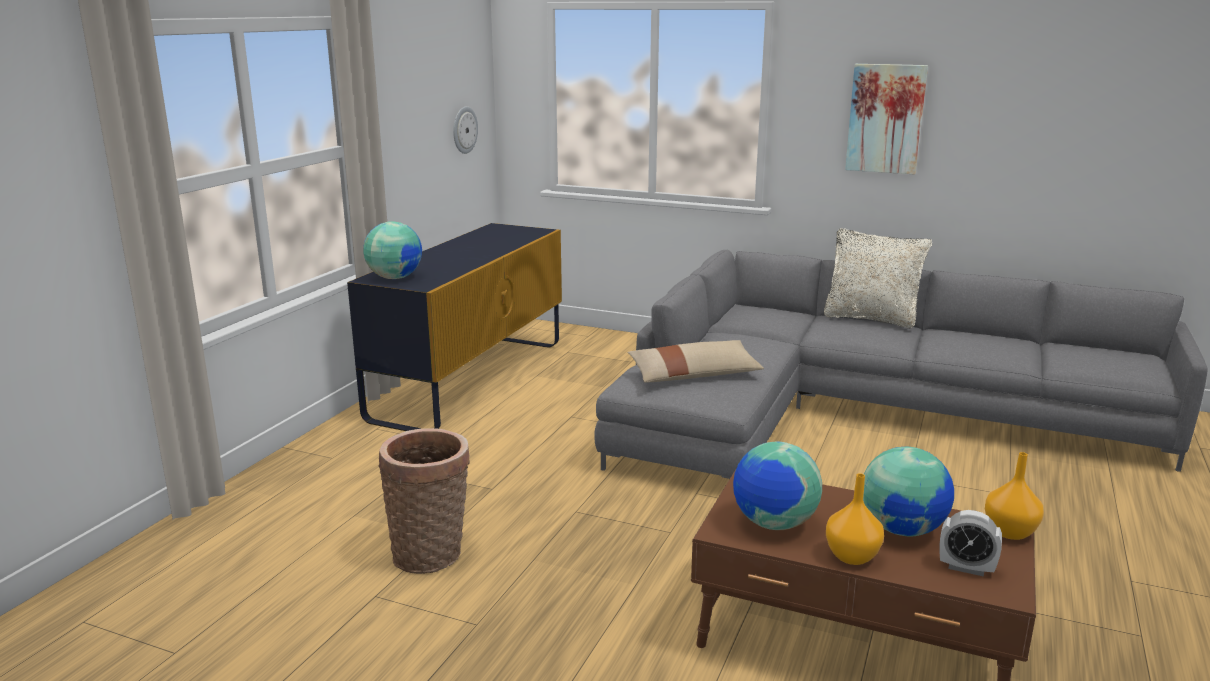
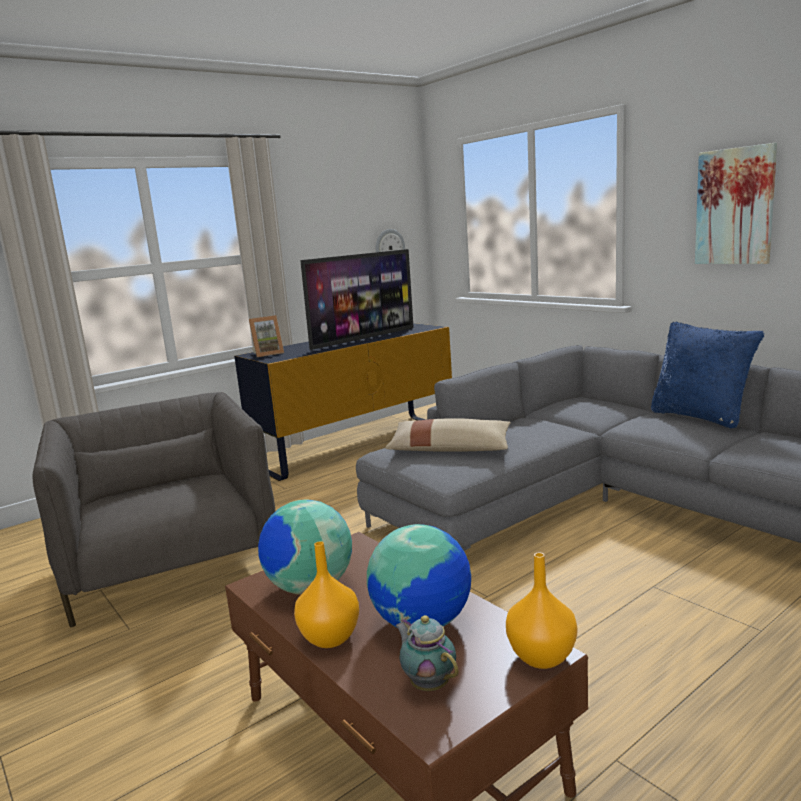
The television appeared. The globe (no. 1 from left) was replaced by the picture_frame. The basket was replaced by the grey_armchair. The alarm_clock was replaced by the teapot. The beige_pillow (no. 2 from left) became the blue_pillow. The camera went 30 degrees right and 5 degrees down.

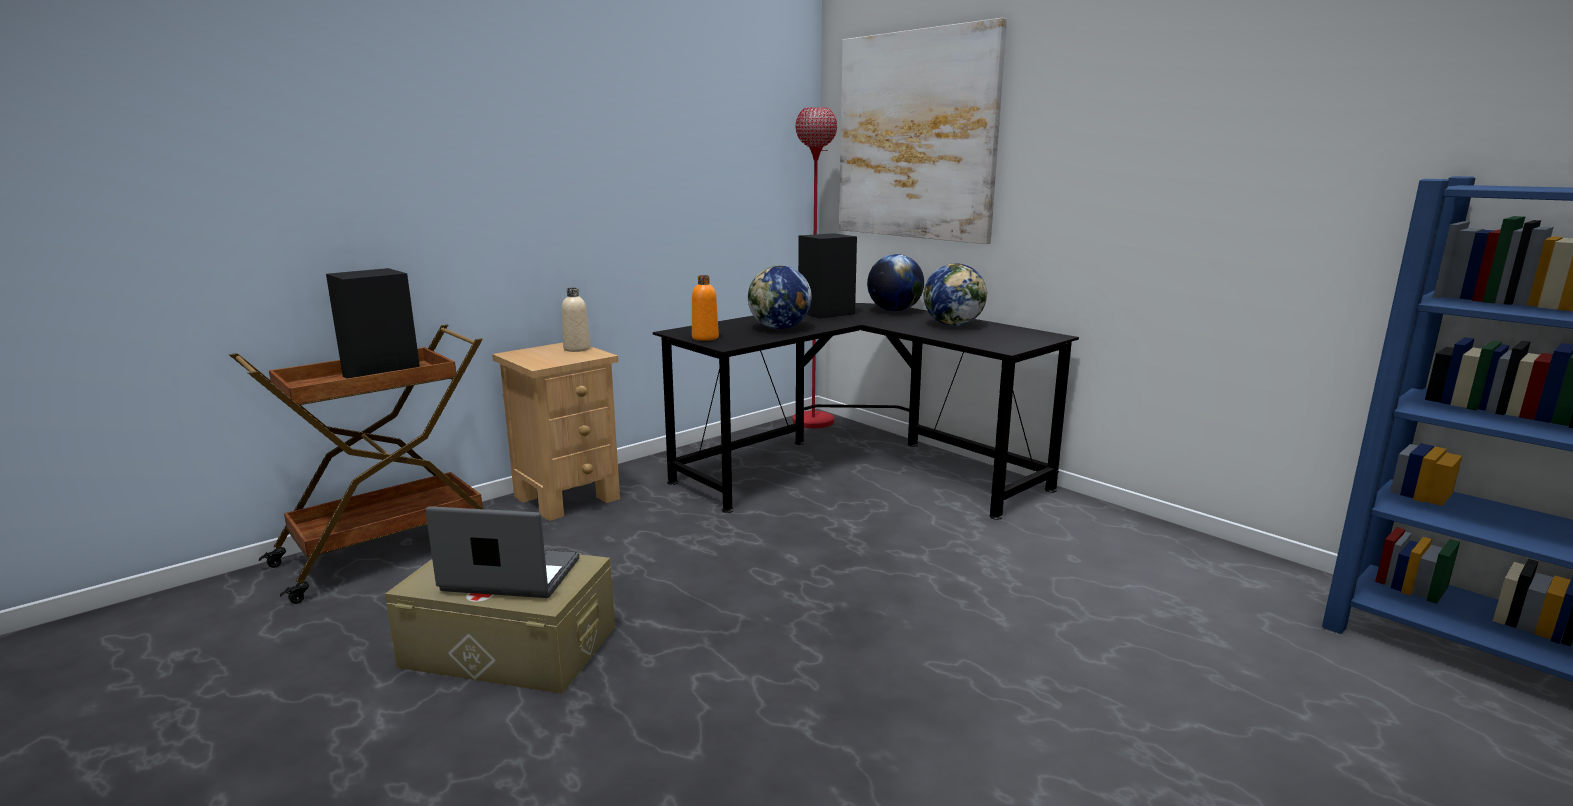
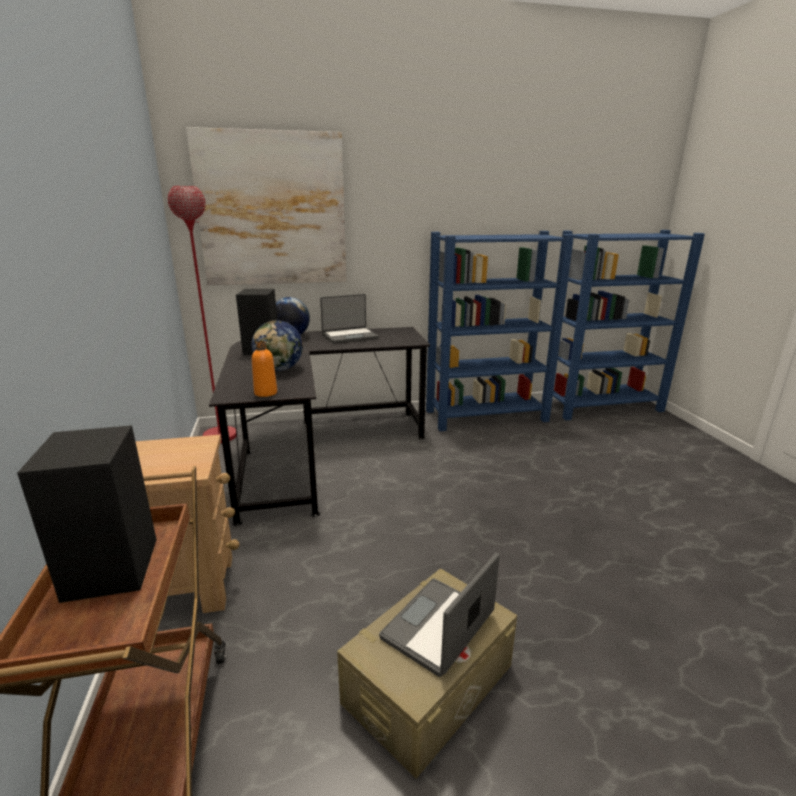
The beige_bottle disappeared. The blue_bookcase (no. 1 from left) appeared. The globe (no. 3 from left) was replaced by the laptop (no. 1 from left). The camera went 60 degrees left and 5 degrees up.

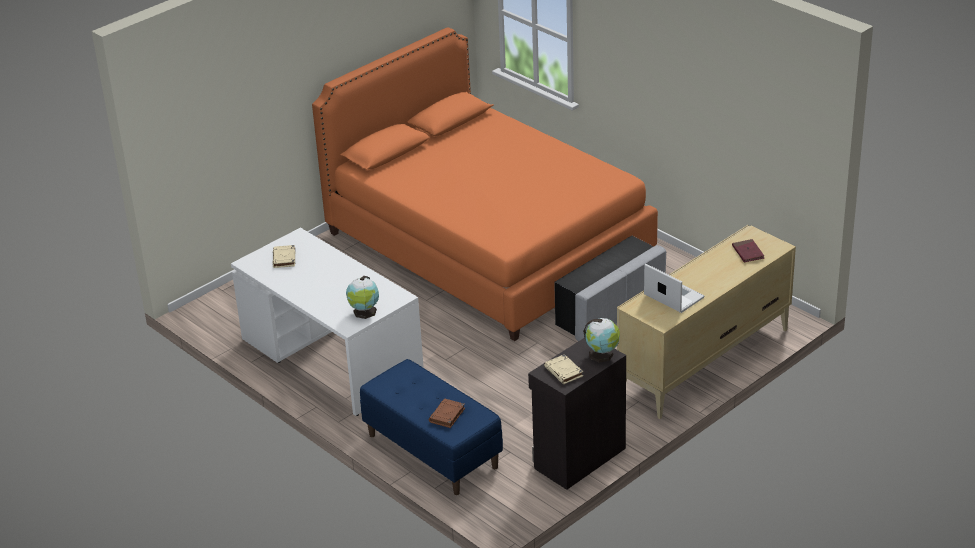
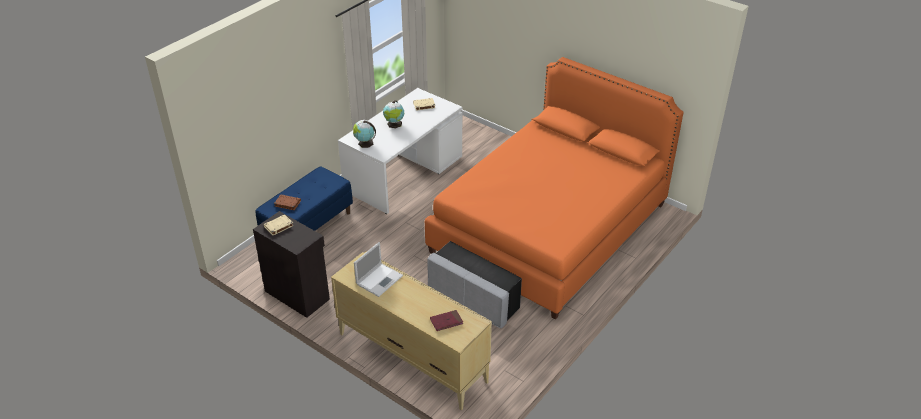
The globe (no. 2 from left) moved. The camera went 80 degrees right and 5 degrees up.

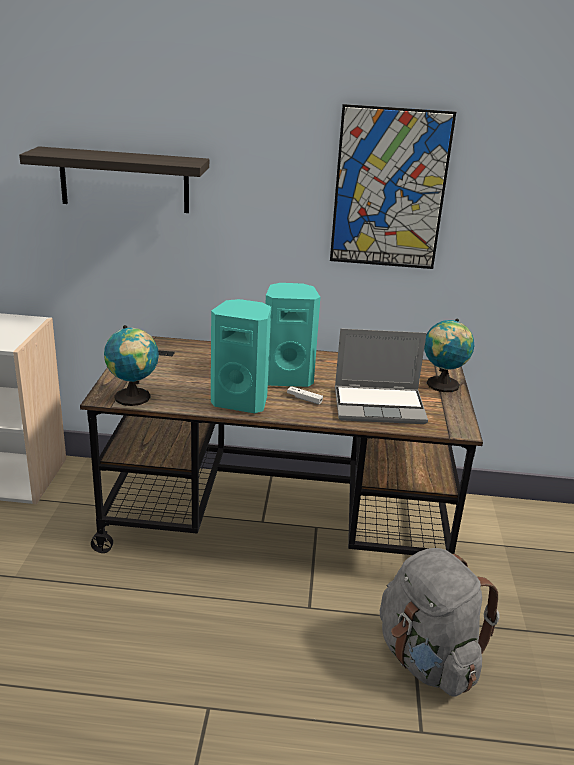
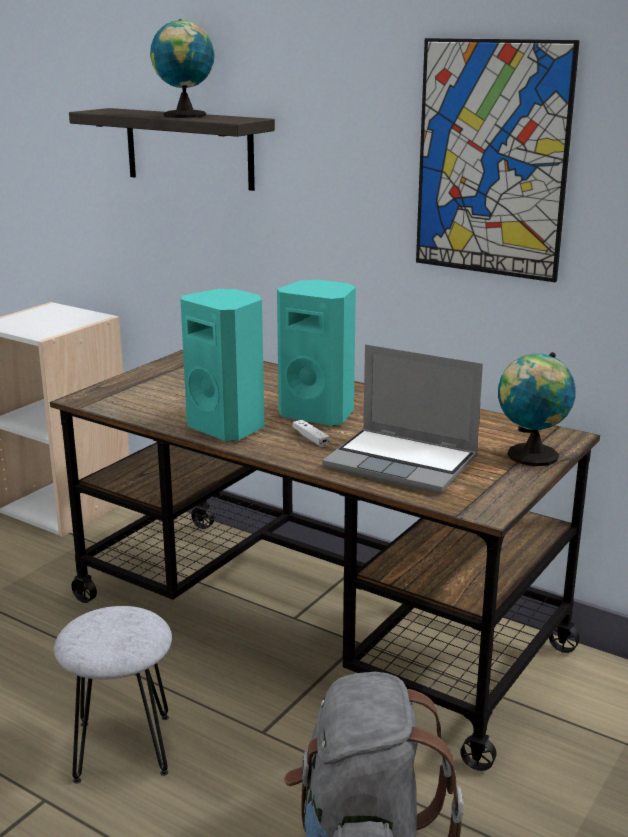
The grey_stool appeared. The globe (no. 1 from left) moved. The camera went 30 degrees right and 5 degrees down.

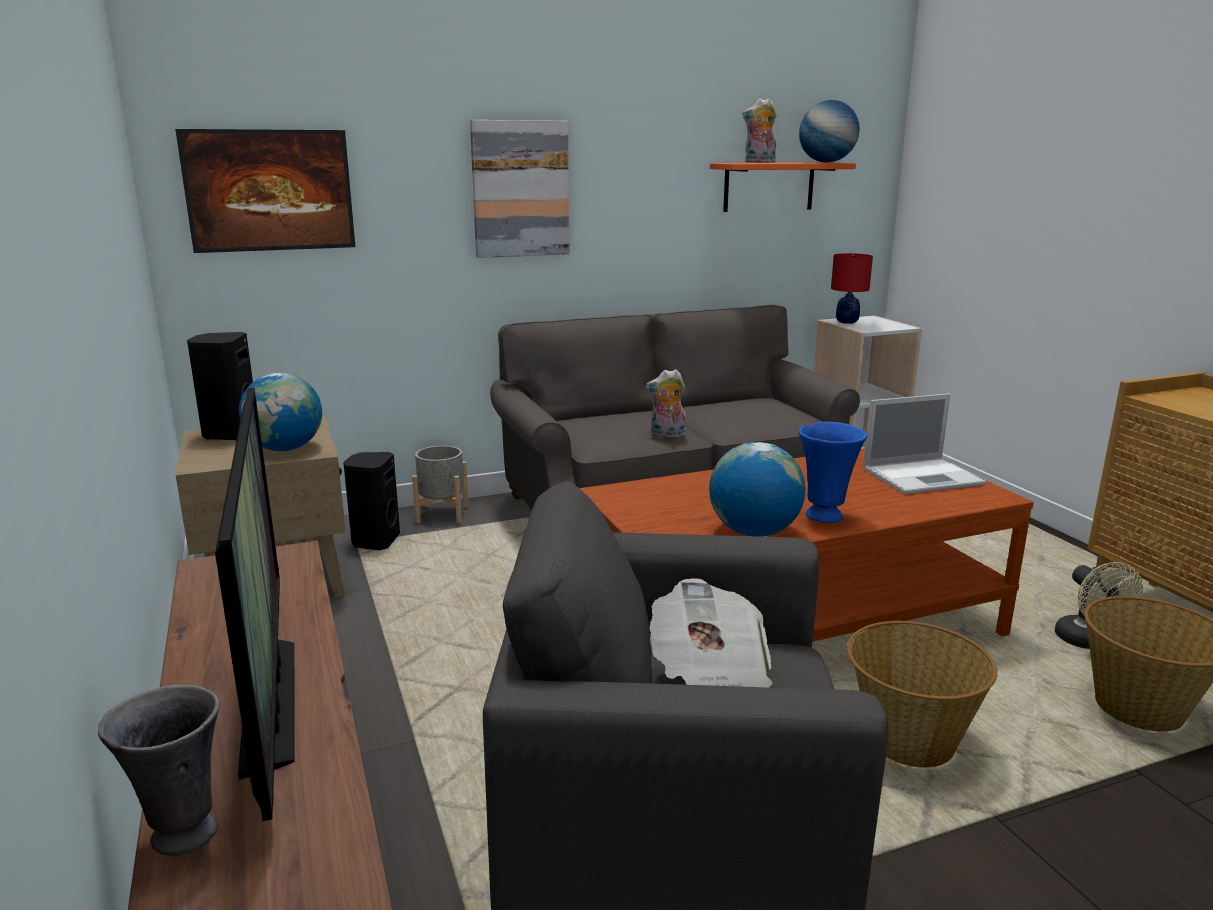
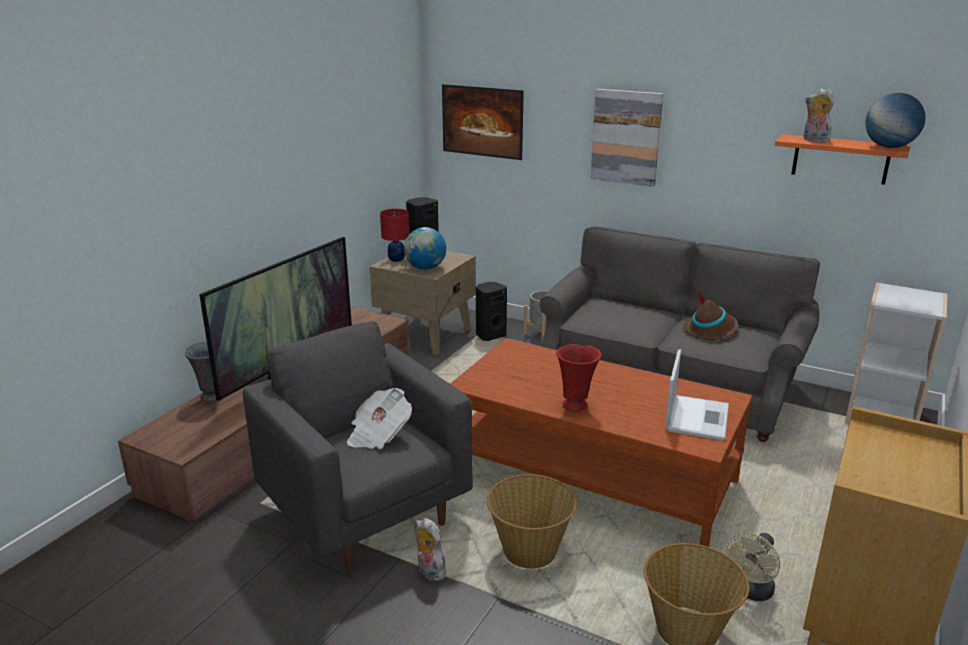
The globe (no. 2 from left) disappeared. The brown_hat appeared. The plush_toy (no. 1 from left) moved. The red_table_lamp moved. The blue_vase became the red_vase. The laptop turned 105 degrees counterclockwise. The camera went 50 degrees right and 5 degrees up.

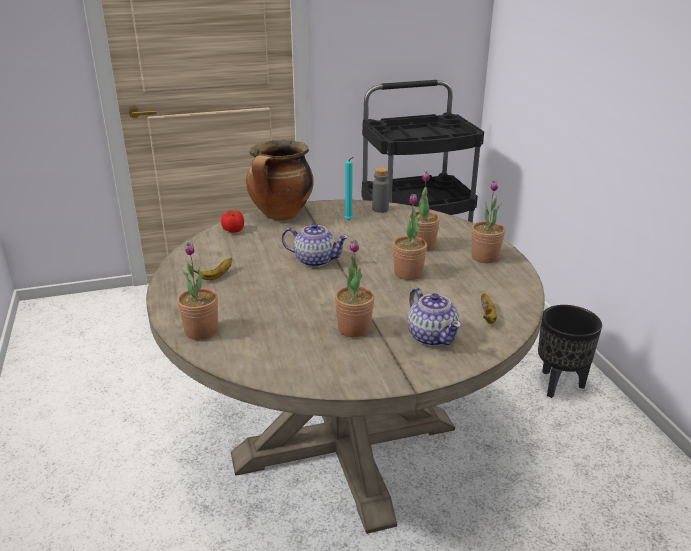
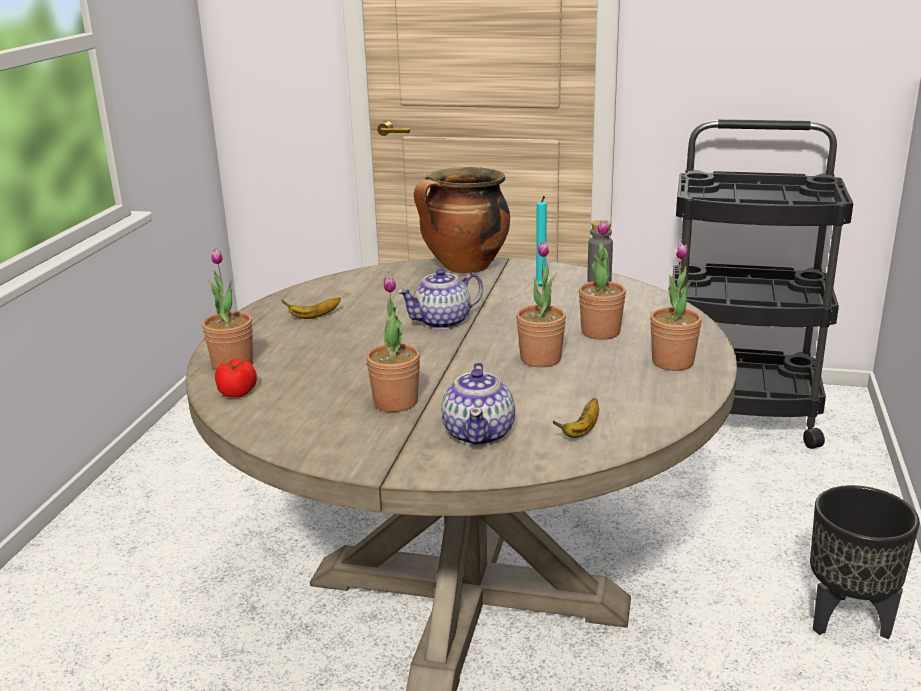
The tomato moved. The teapot (no. 1 from left) turned 105 degrees clockwise. The camera went 30 degrees right and 5 degrees down.

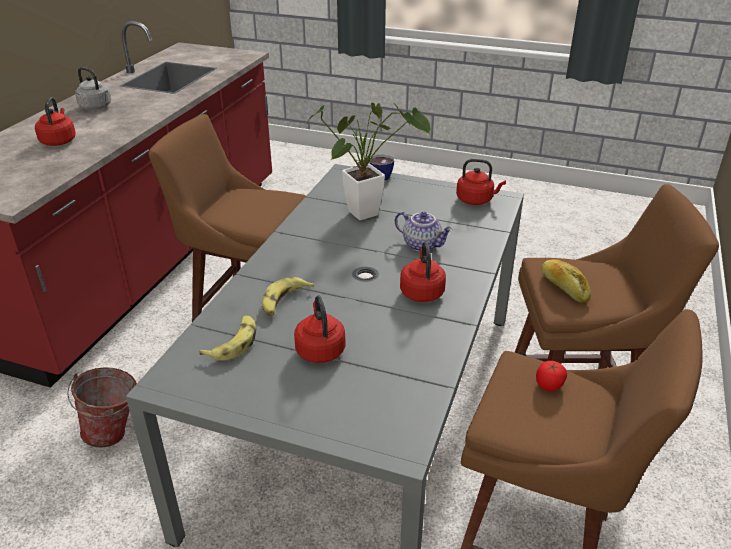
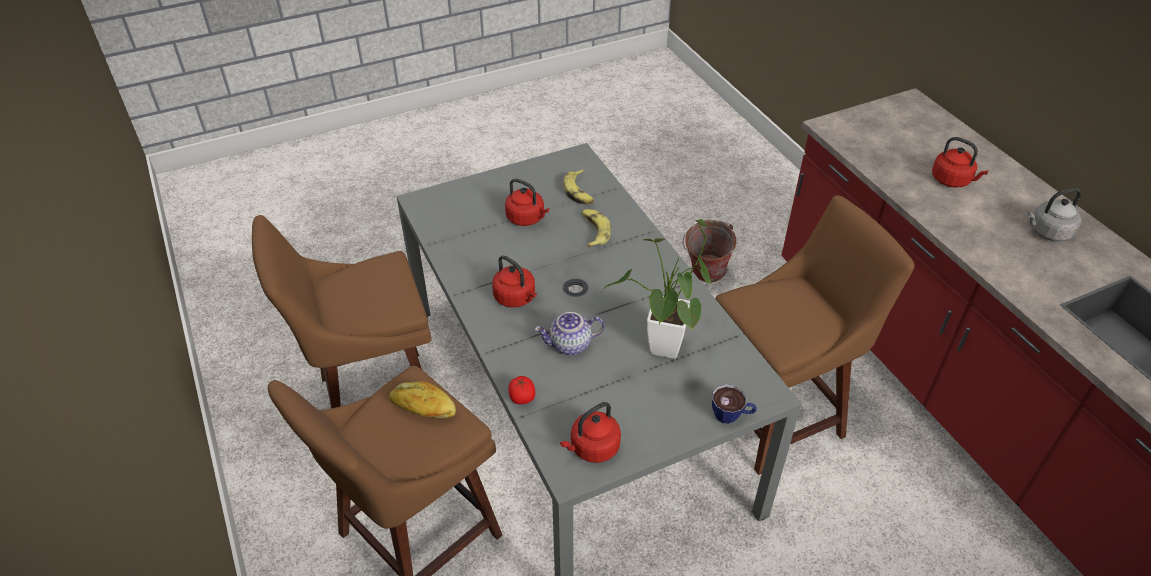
The tomato moved. The camera went 135 degrees right and 10 degrees up.

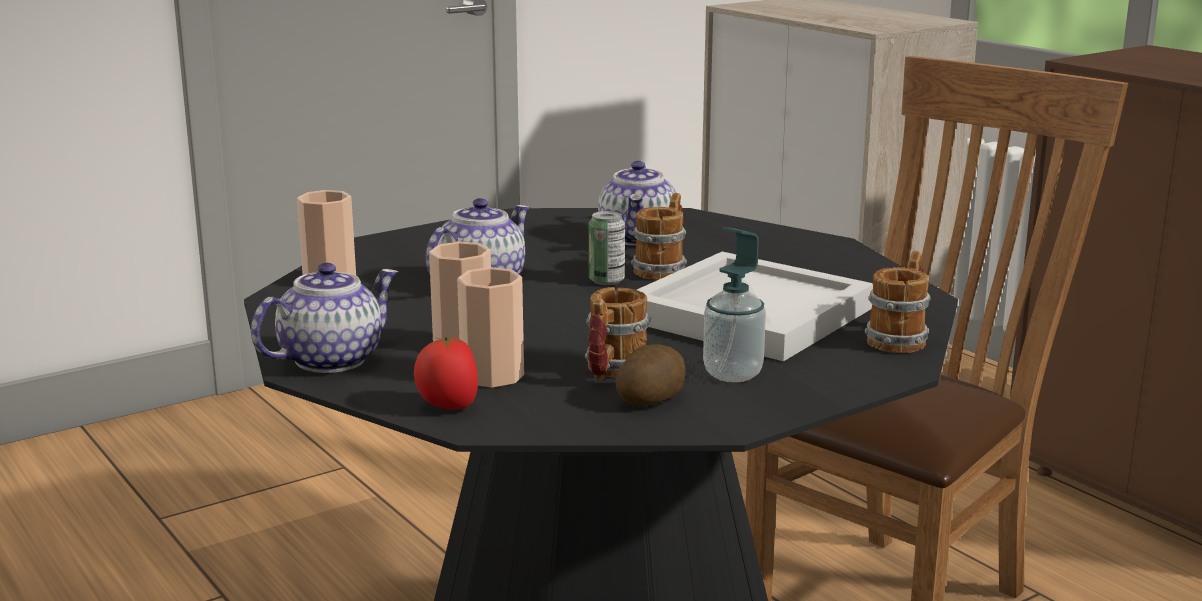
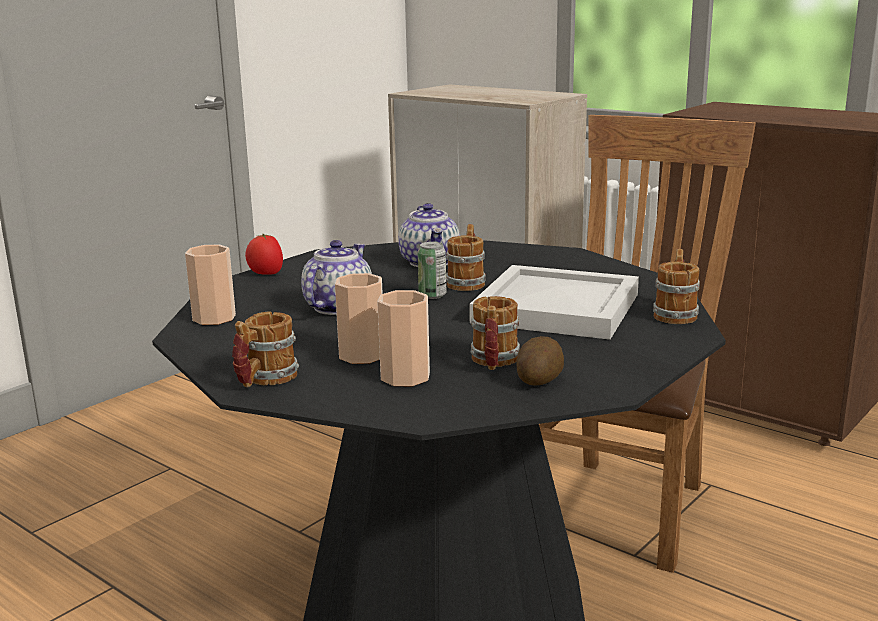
The soap_dispenser disappeared. The tomato moved. The teapot (no. 1 from left) was replaced by the mug (no. 1 from left). The camera went 15 degrees left and 0 degrees up.

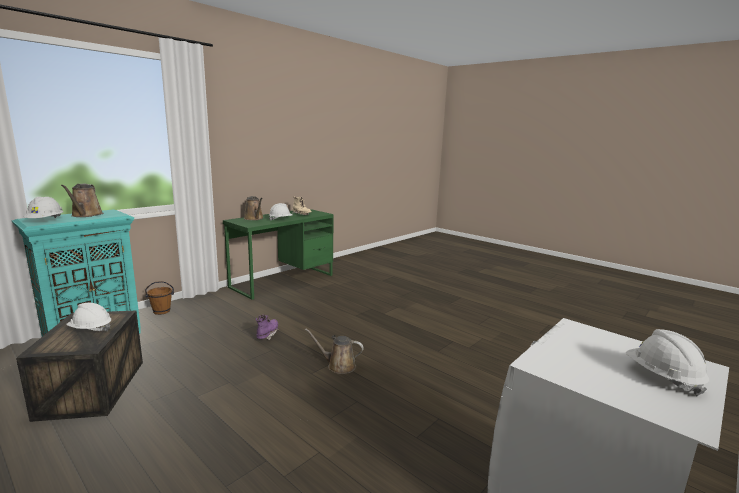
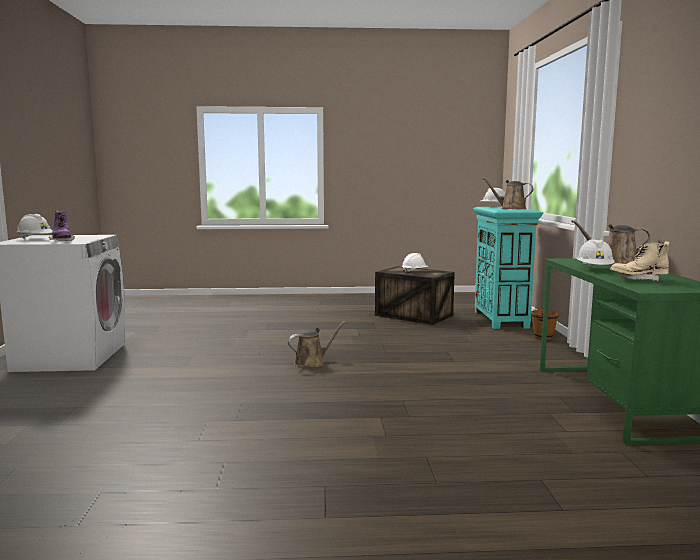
The purple_boot moved. The camera went 135 degrees right and 5 degrees down.

